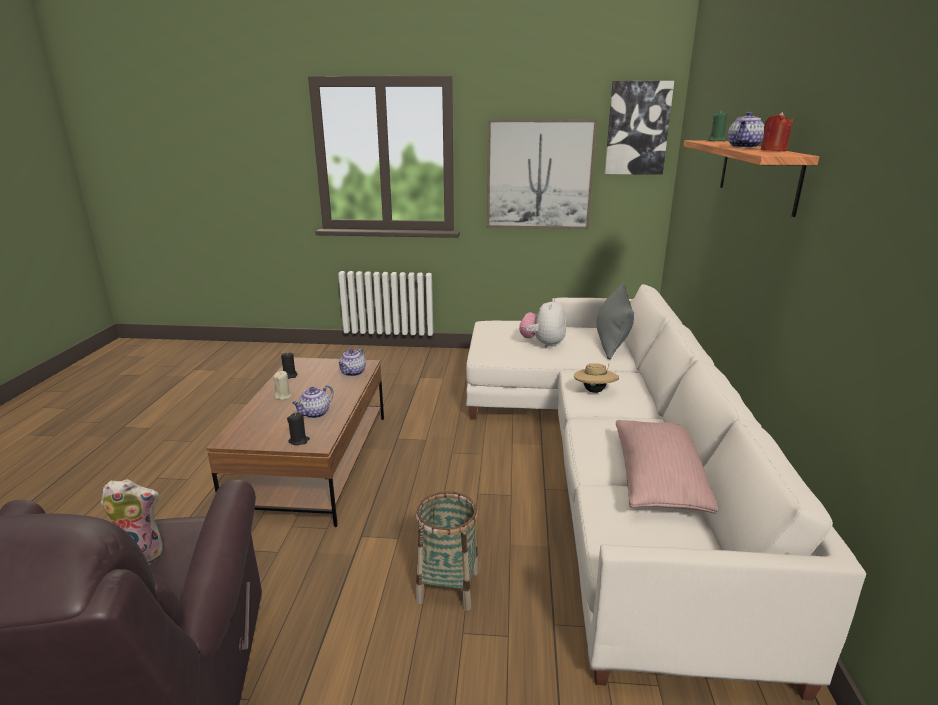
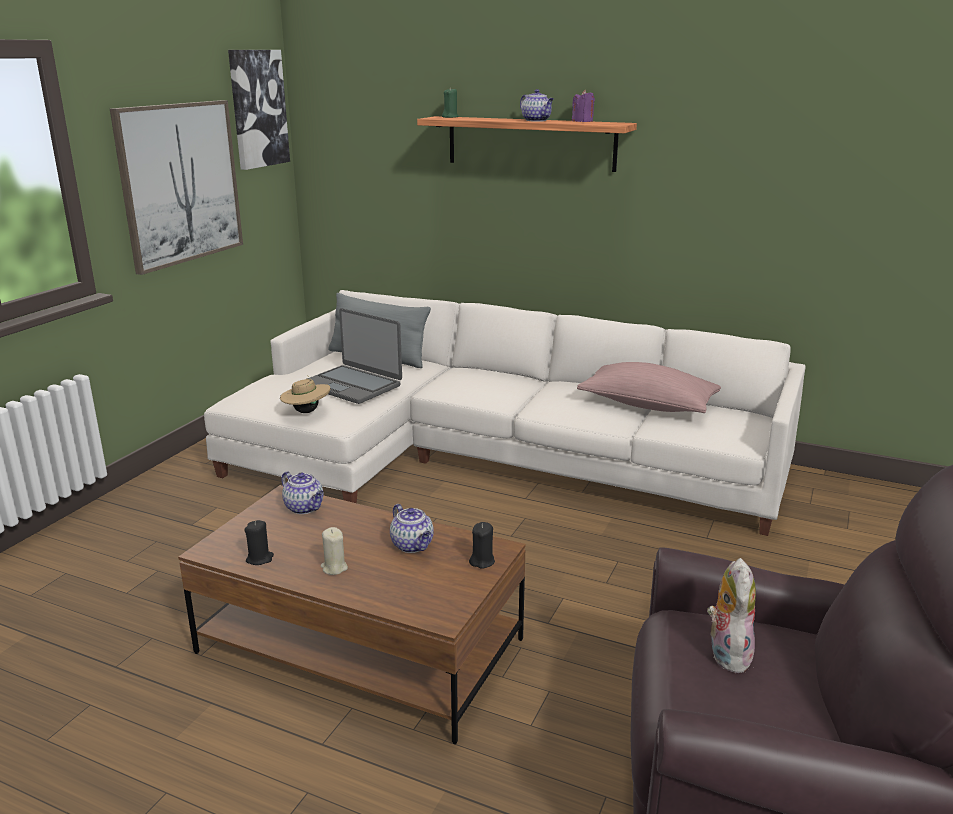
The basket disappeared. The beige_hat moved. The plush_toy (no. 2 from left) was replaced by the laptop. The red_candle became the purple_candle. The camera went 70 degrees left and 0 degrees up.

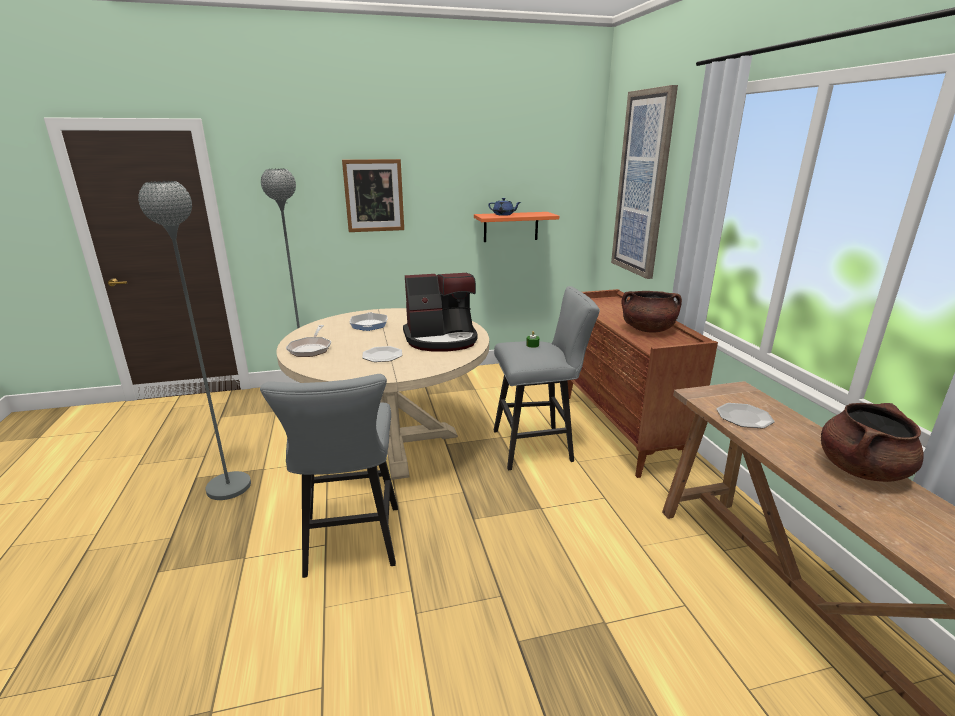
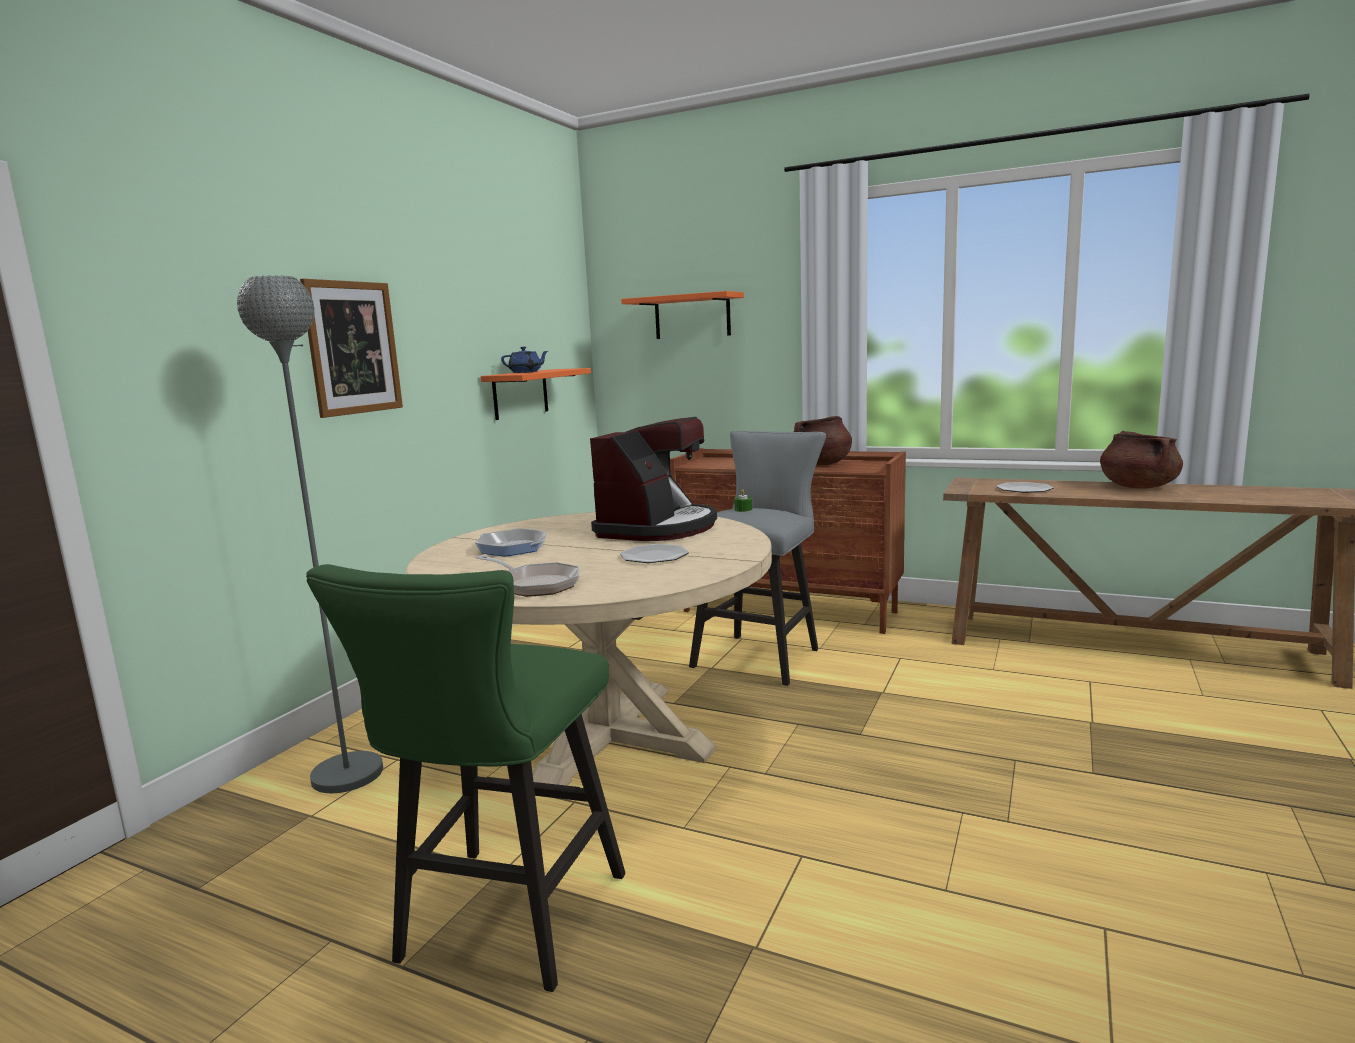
The grey_stool (no. 1 from left) disappeared. The grey_floor_lamp (no. 1 from left) was replaced by the green_stool. The picture (no. 2 from left) was replaced by the orange_shelf (no. 2 from left). The camera went 50 degrees left and 10 degrees down.

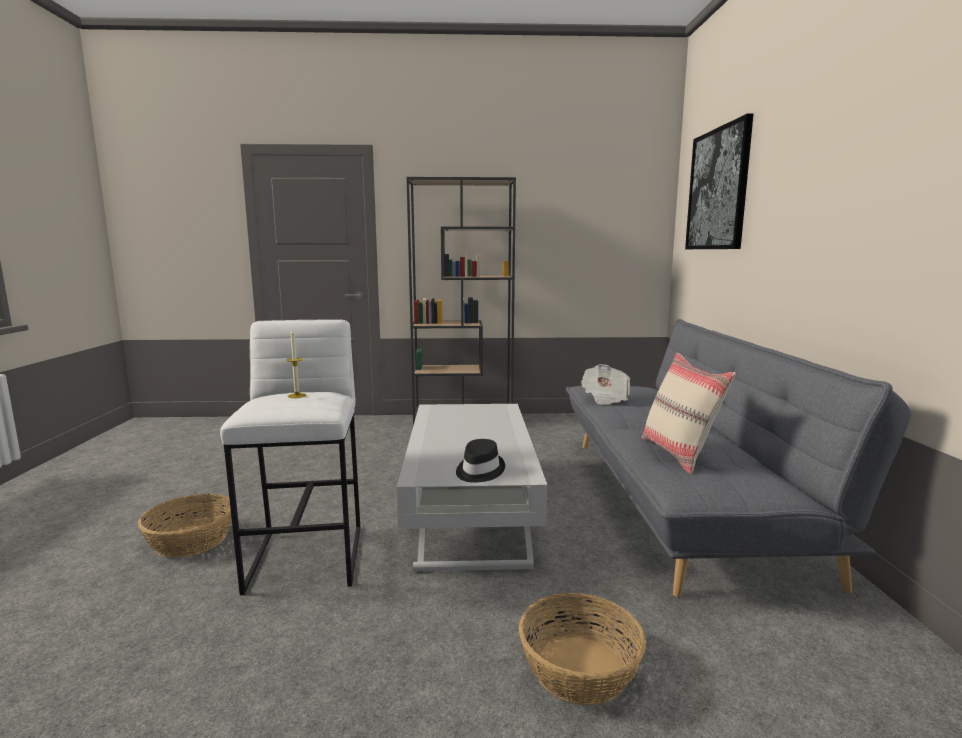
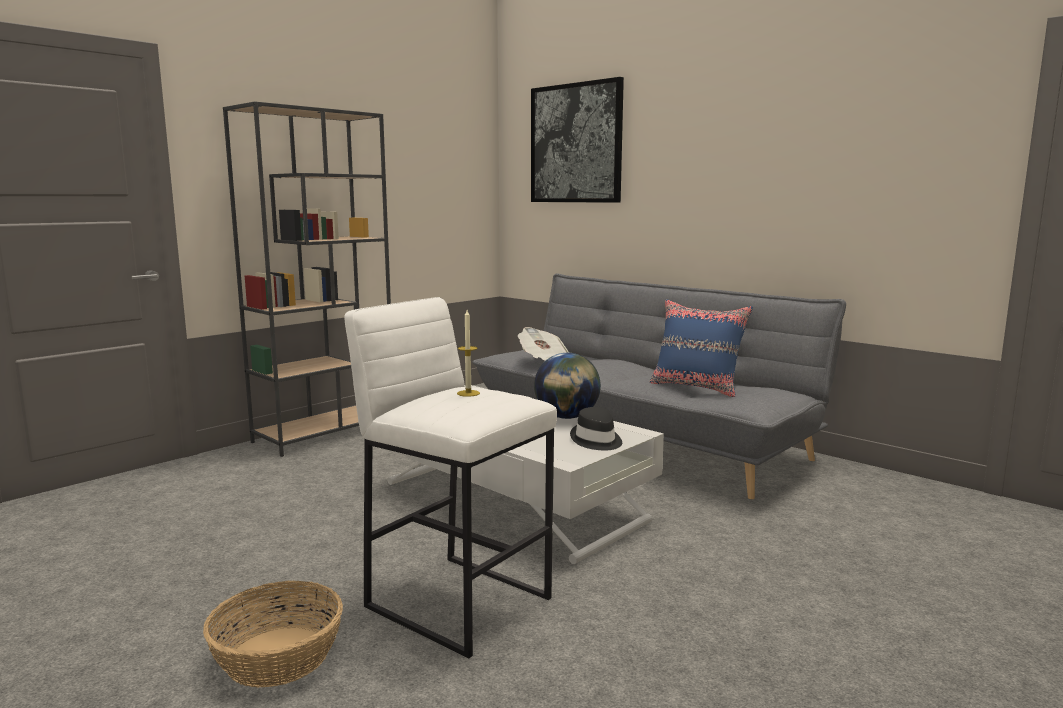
The basket (no. 2 from left) disappeared. The globe appeared. The beige_pillow became the blue_pillow. The camera went 45 degrees left and 0 degrees up.

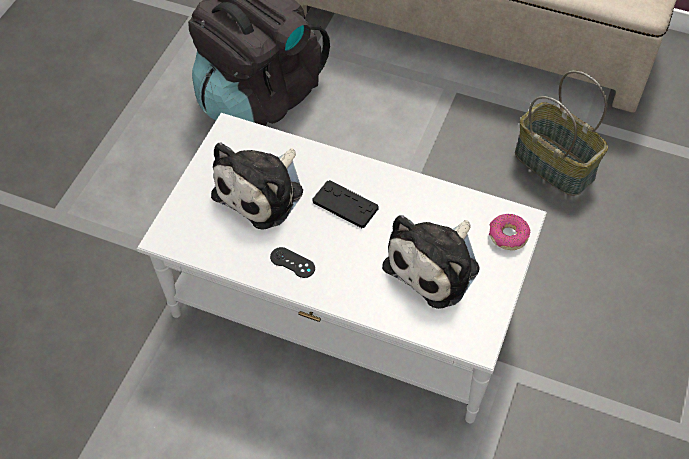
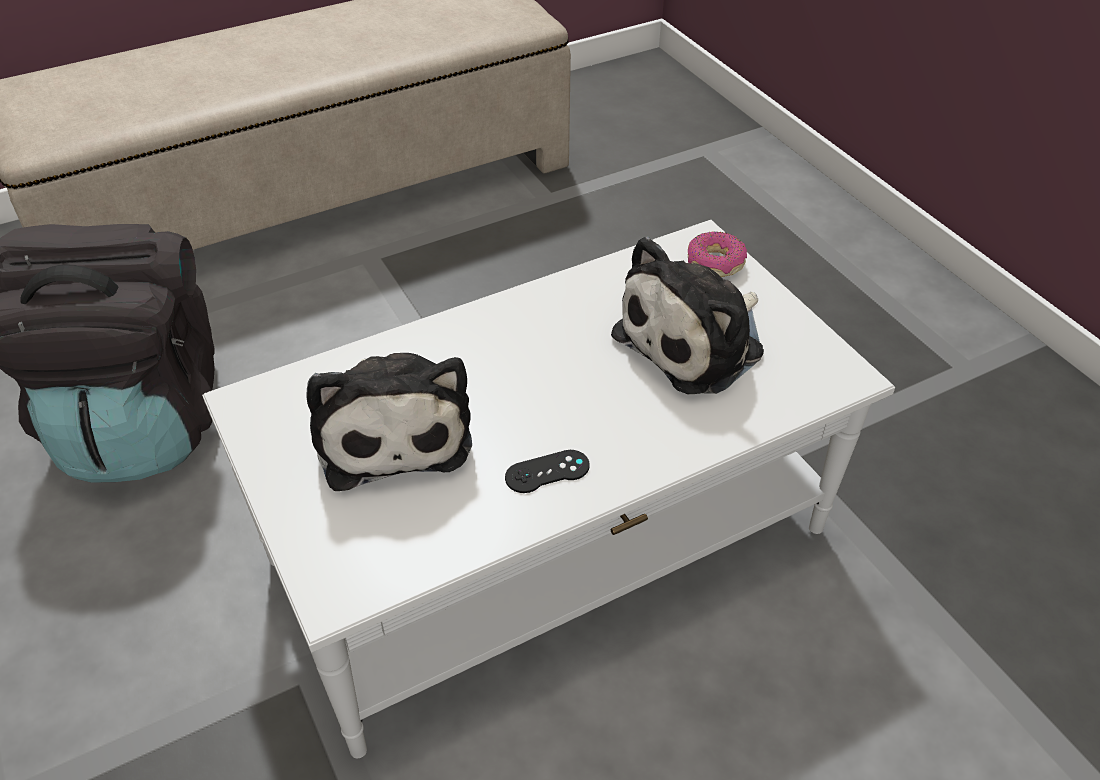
The black_game_controller (no. 2 from left) disappeared. The basket disappeared. The plush_toy (no. 2 from left) turned 60 degrees clockwise. The camera went 50 degrees left and 10 degrees down.

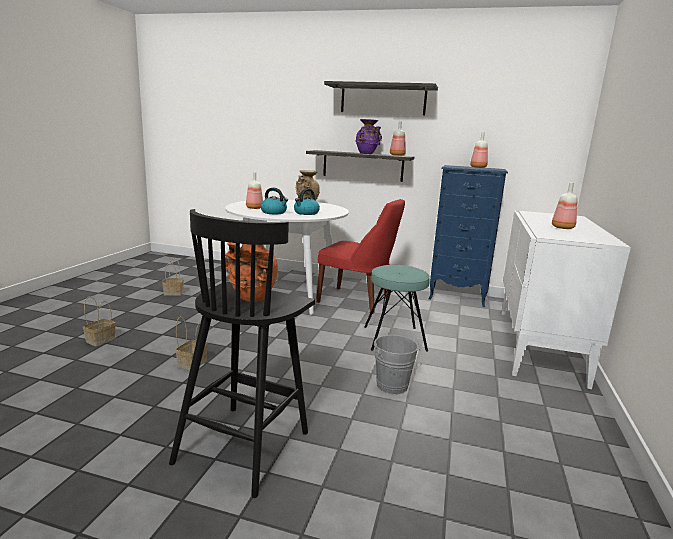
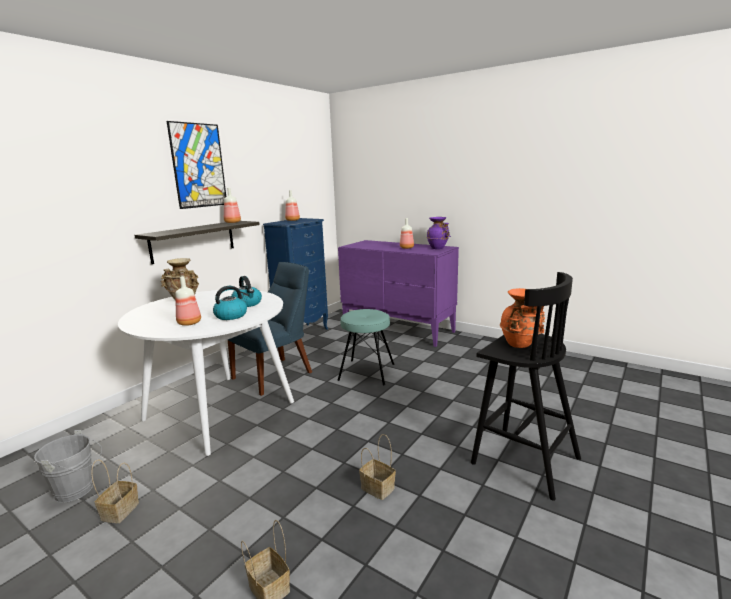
The purple_vase moved. The grey_bucket moved. The shelf (no. 2 from left) was replaced by the picture. The red_chair became the blue_chair. The white_cabinet became the purple_cabinet. The camera went 70 degrees left and 0 degrees up.

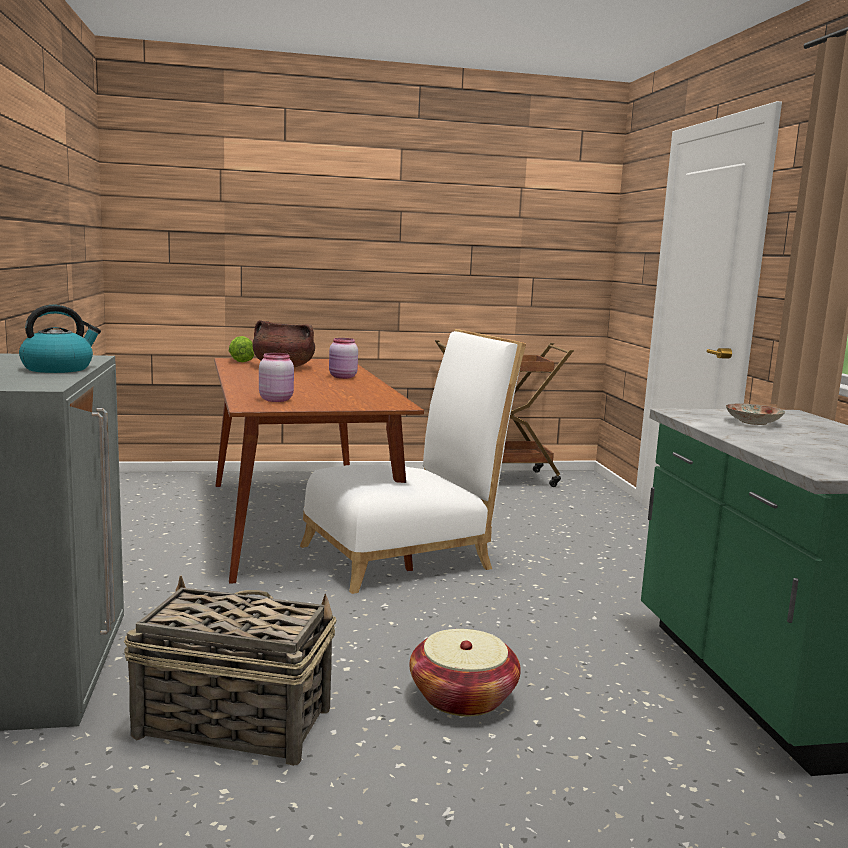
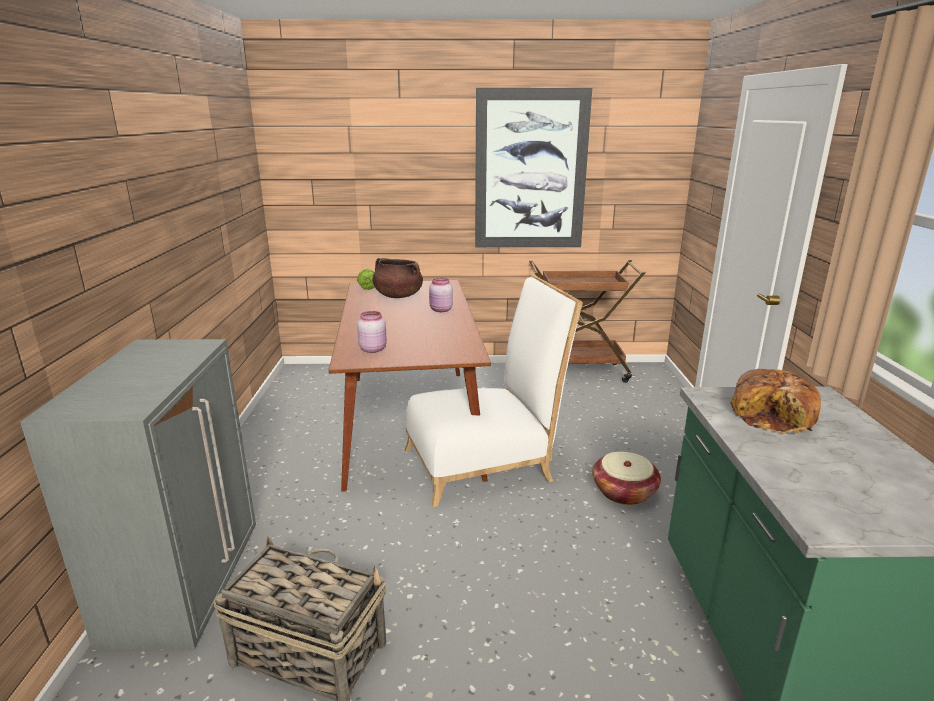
The kettle disappeared. The picture appeared. The basket (no. 2 from left) moved. The plate was replaced by the bread. The camera went 10 degrees right and 10 degrees up.

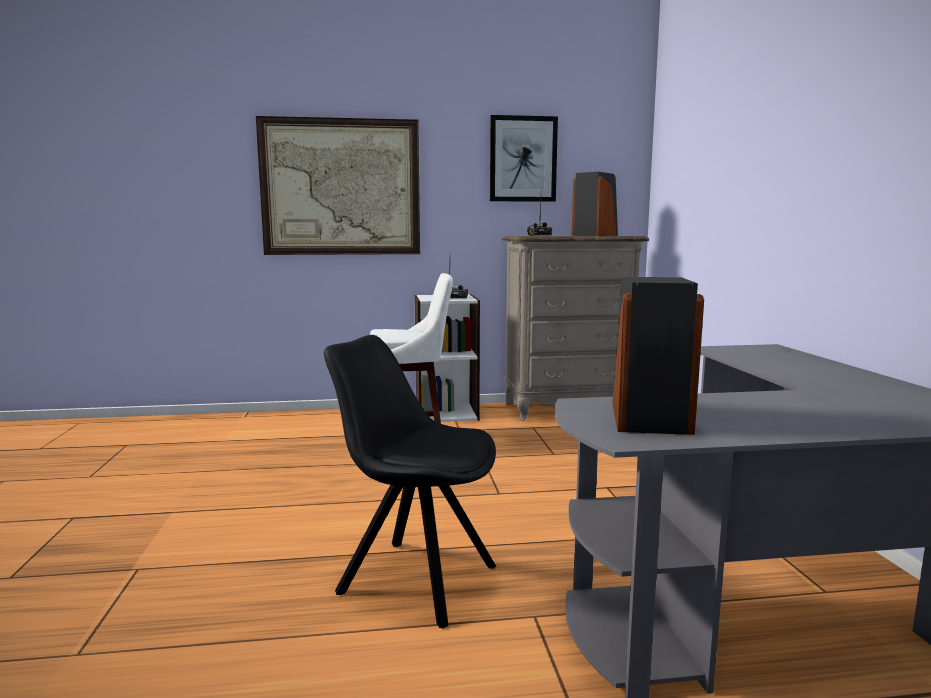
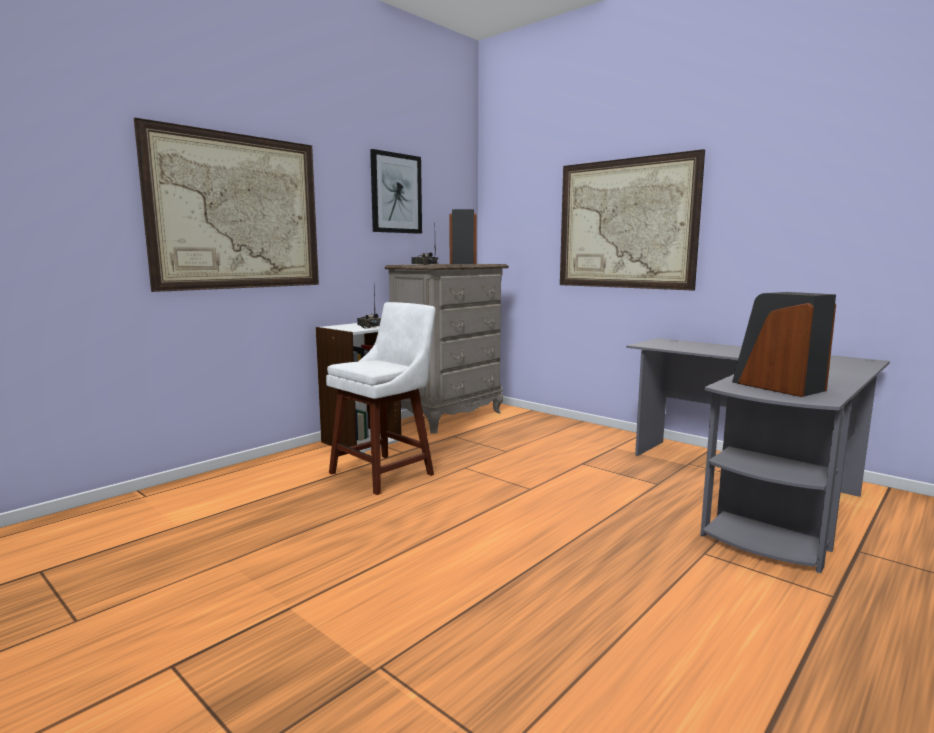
The black_chair disappeared. The picture (no. 3 from left) appeared. The camera went 40 degrees left and 0 degrees up.

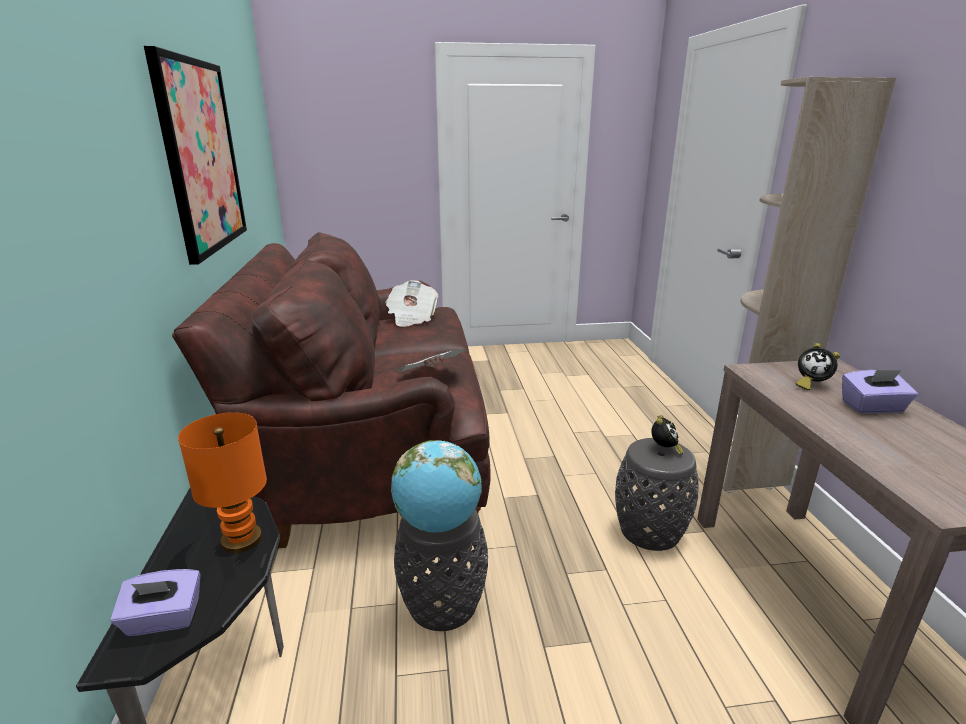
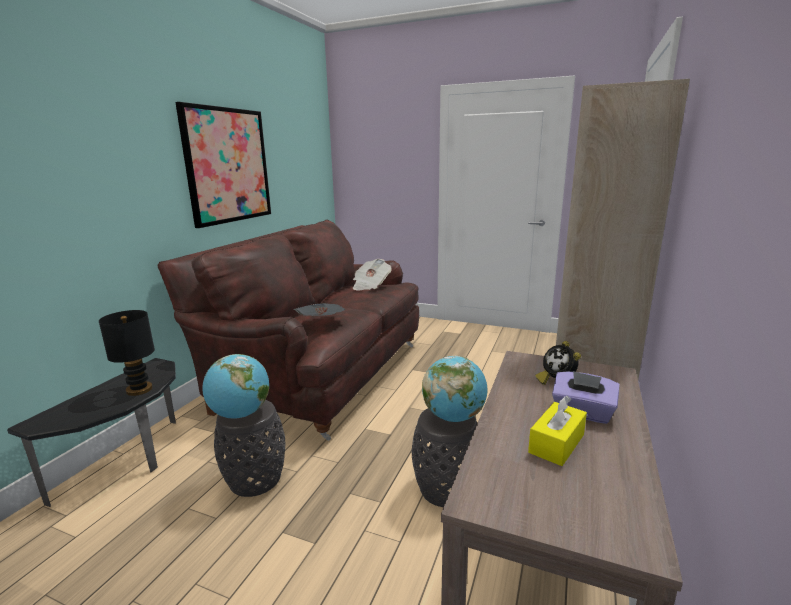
The purple_tissue_box (no. 1 from left) disappeared. The yellow_tissue_box appeared. The alarm_clock (no. 1 from left) was replaced by the globe (no. 2 from left). The orange_table_lamp became the black_table_lamp. The camera went 30 degrees right and 5 degrees down.

